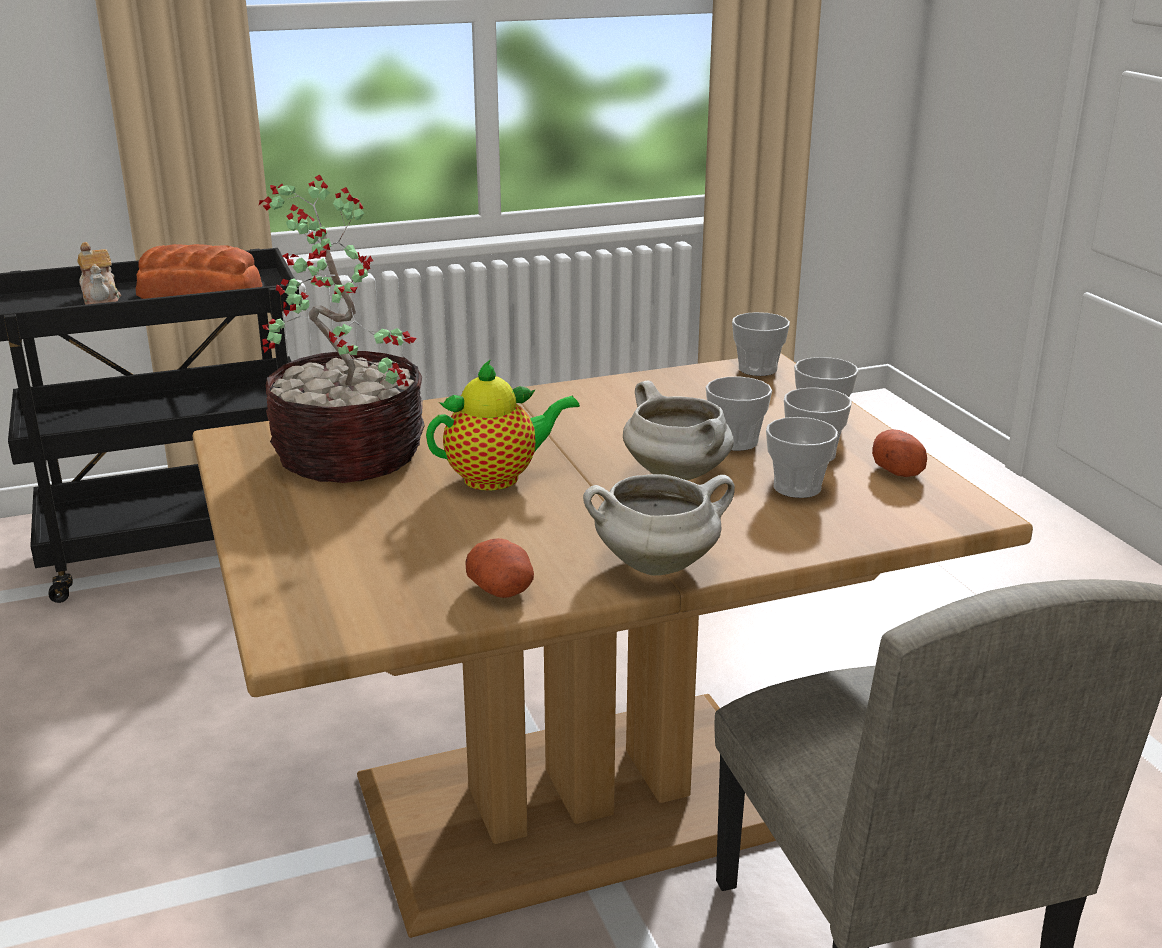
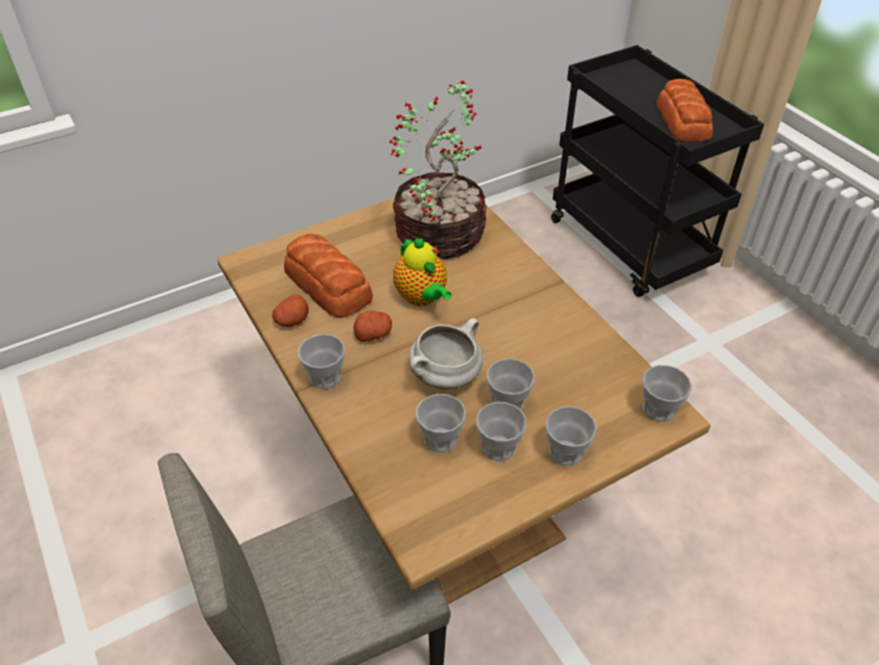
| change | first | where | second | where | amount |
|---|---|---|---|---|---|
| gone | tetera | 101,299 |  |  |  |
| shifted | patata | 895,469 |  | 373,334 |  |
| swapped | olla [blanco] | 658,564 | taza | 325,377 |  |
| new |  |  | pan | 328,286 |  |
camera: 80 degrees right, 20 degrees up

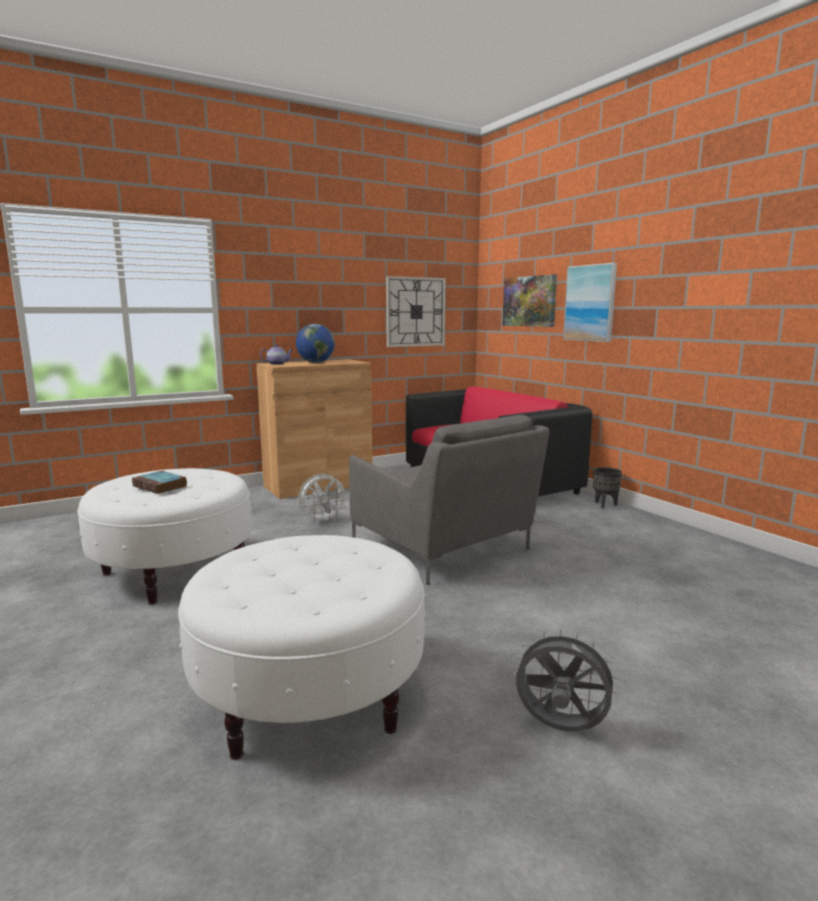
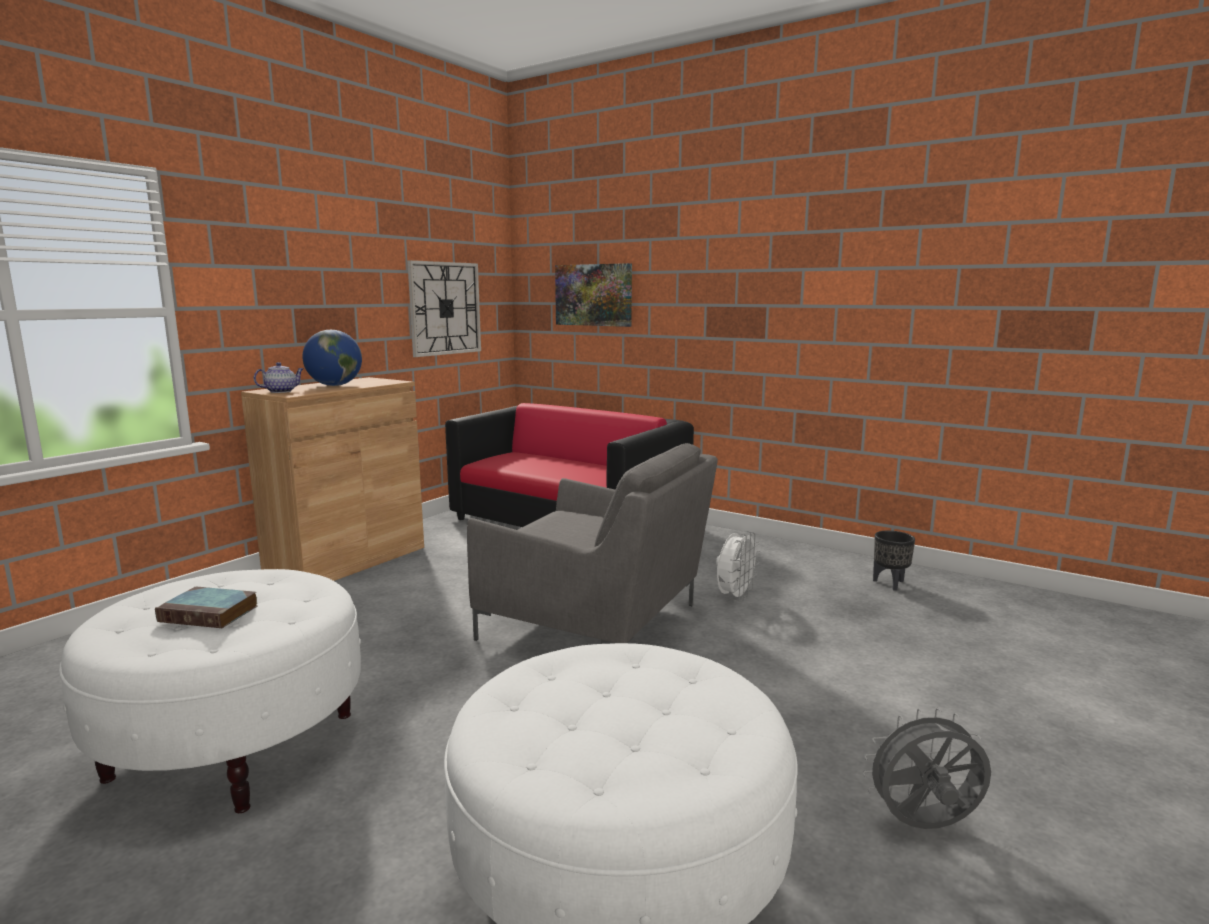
| change | first | where | second | where | amount |
|---|---|---|---|---|---|
| gone | cuadro | 590,303 |  |  |  |
| shifted | maceta [negro] | 605,505 |  | 890,584 |  |
| shifted | ventilador [blanco] | 323,521 |  | 735,597 |  |
camera: 25 degrees left, 0 degrees up

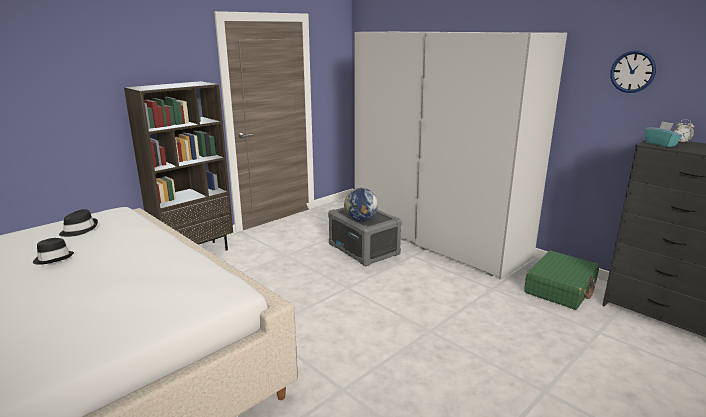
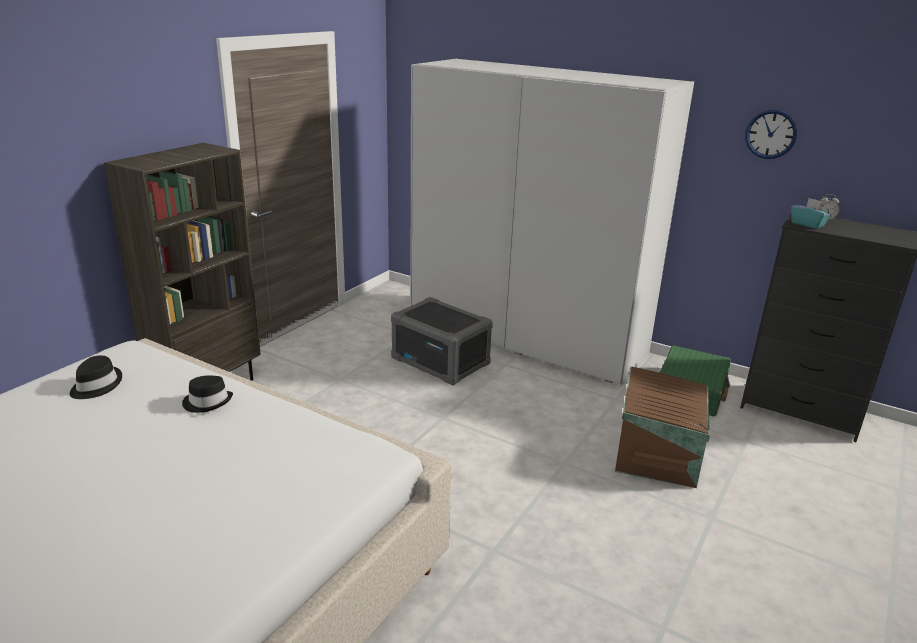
| change | first | where | second | where | amount |
|---|---|---|---|---|---|
| gone | globo terráqueo | 360,220 |  |  |  |
| shifted | sombrero [negro] | 53,258 |  | 207,402 |  |
| new |  |  | caja de almacenaje [marrón] | 658,453 |  |
camera: 15 degrees left, 5 degrees up

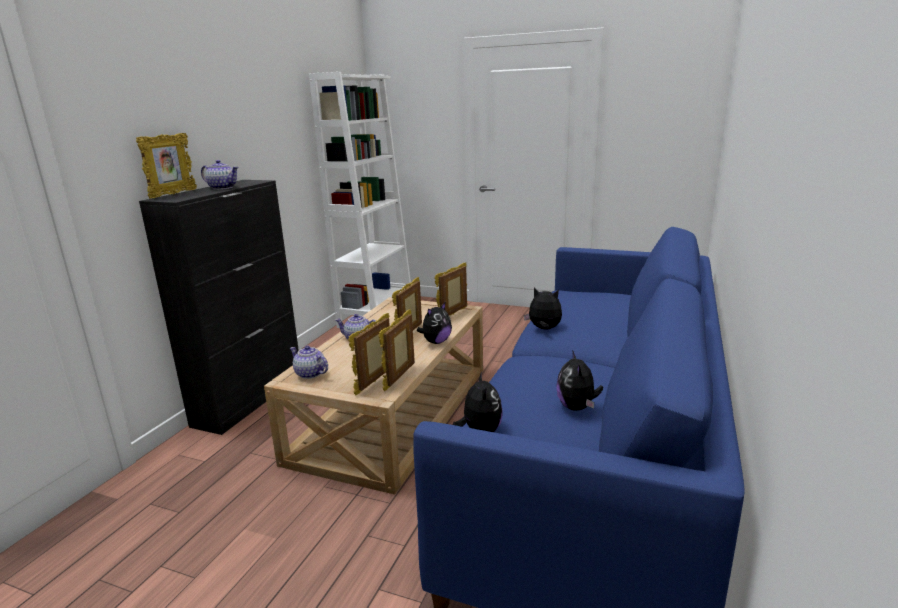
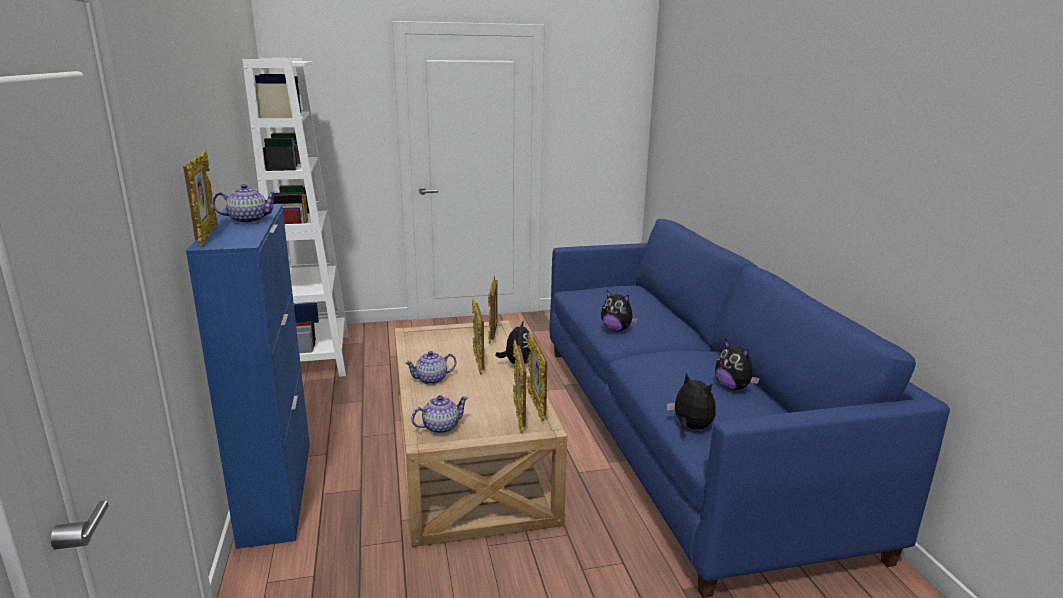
| change | first | where | second | where | amount |
|---|---|---|---|---|---|
| repainted | armario [negro] | 250,398 | armario [azul] | 277,490 |  |
| rotated | peluche | 544,329 |  | 616,329 | 135 degrees counterclockwise |
| rotated | tetera | 310,374 |  | 440,427 | 150 degrees clockwise |
camera: 35 degrees left, 0 degrees up

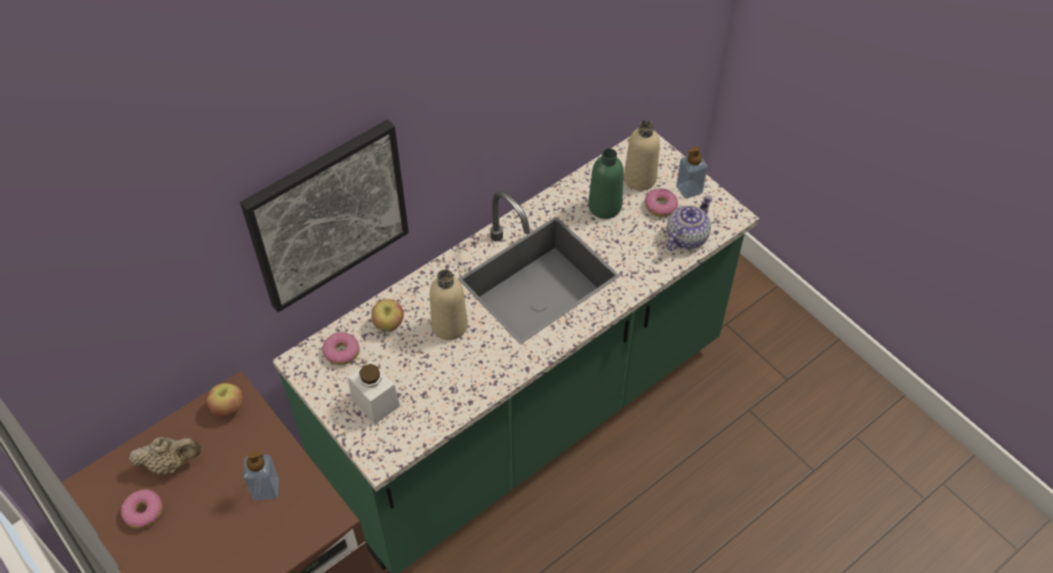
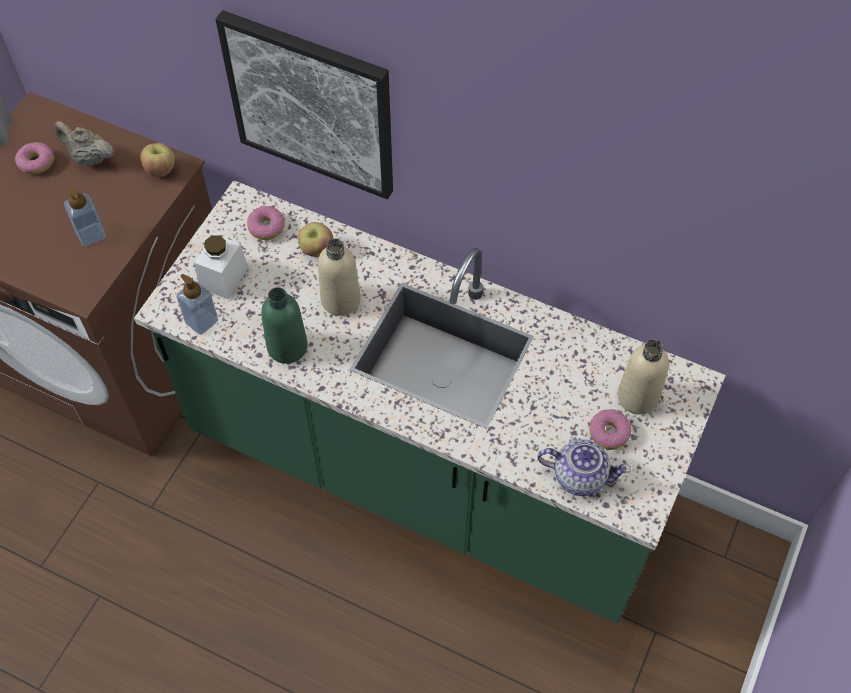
| change | first | where | second | where | amount |
|---|---|---|---|---|---|
| shifted | dispensador de jabón | 689,189 |  | 201,321 |  |
| shifted | botella [verde] | 604,206 |  | 287,347 |  |
| rotated | tetera [beis] | 171,463 |  | 89,158 | 150 degrees clockwise |
camera: 65 degrees right, 5 degrees up

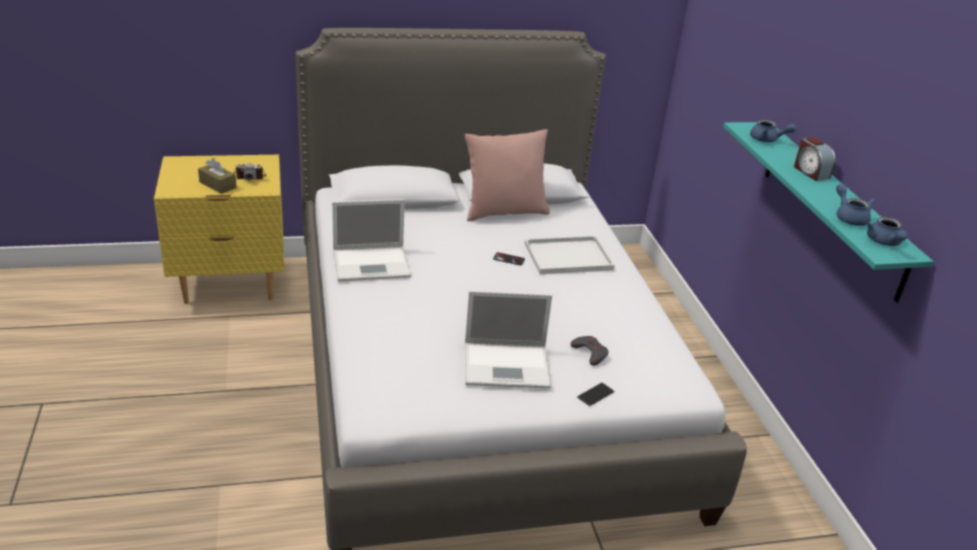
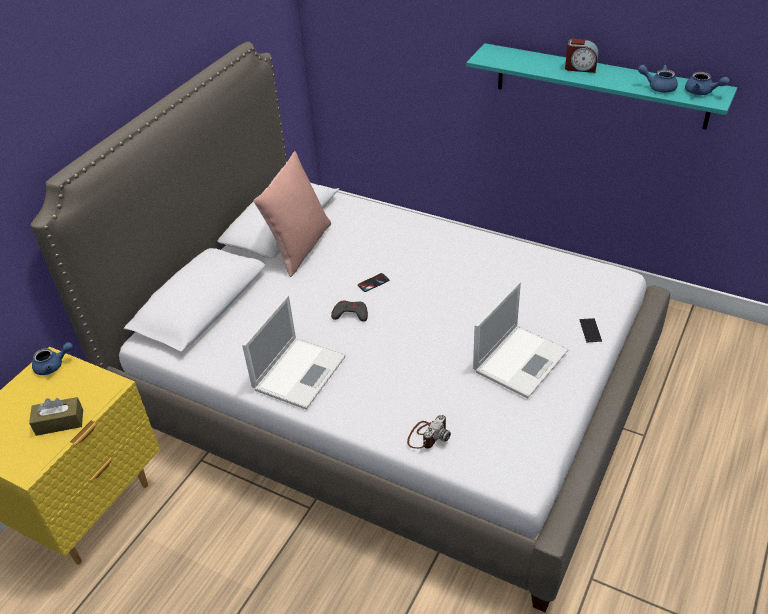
| change | first | where | second | where | amount |
|---|---|---|---|---|---|
| shifted | tetera [azul] | 767,140 |  | 53,366 |  |
| shifted | cámara | 249,176 |  | 427,435 |  |
| gone | bandeja [blanco] | 569,256 |  |  |  |
| shifted | mando de consola [gris] | 590,353 |  | 350,314 |  |
camera: 45 degrees left, 10 degrees up

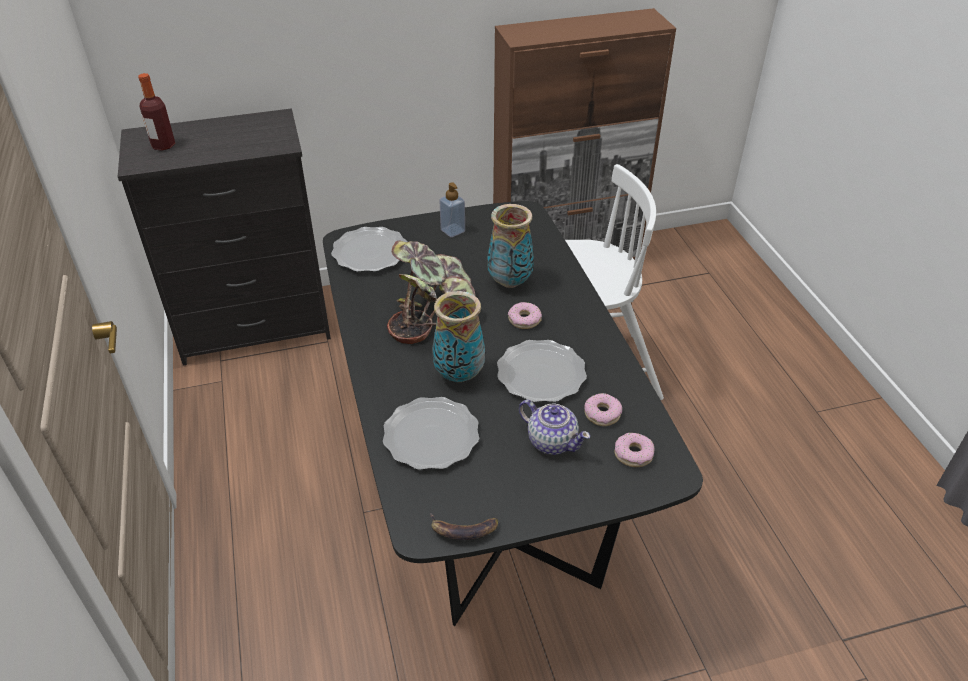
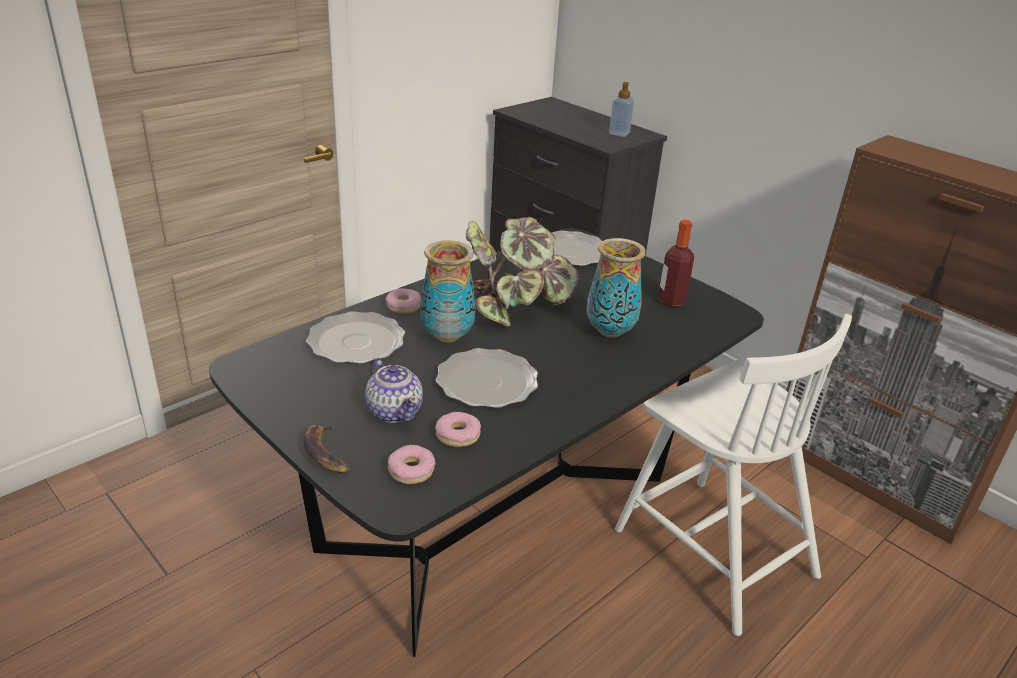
| change | first | where | second | where | amount |
|---|---|---|---|---|---|
| shifted | botella | 163,145 |  | 671,301 |  |
| shifted | dispensador de jabón | 453,231 |  | 619,133 |  |
| shifted | rosquilla | 524,320 |  | 403,306 |  |
| rotated | tetera | 552,441 |  | 394,411 | 45 degrees counterclockwise |
| shifted | plátano | 462,530 |  | 325,453 |  |
camera: 60 degrees right, 10 degrees down

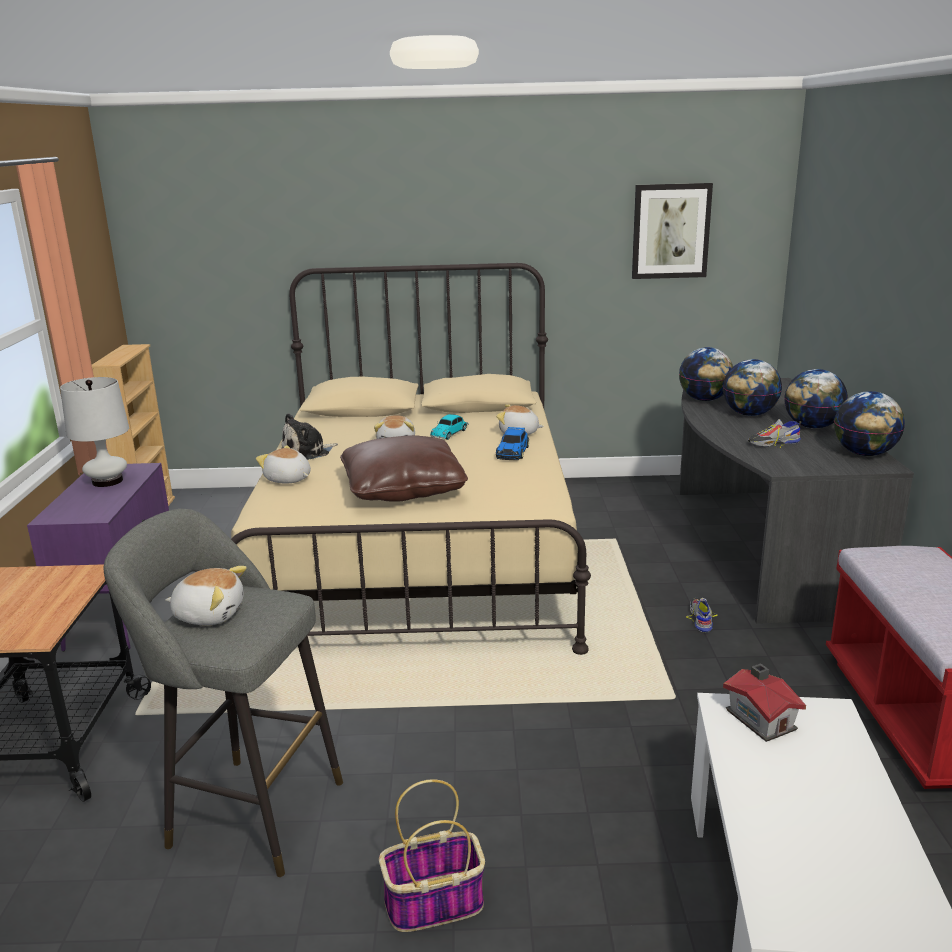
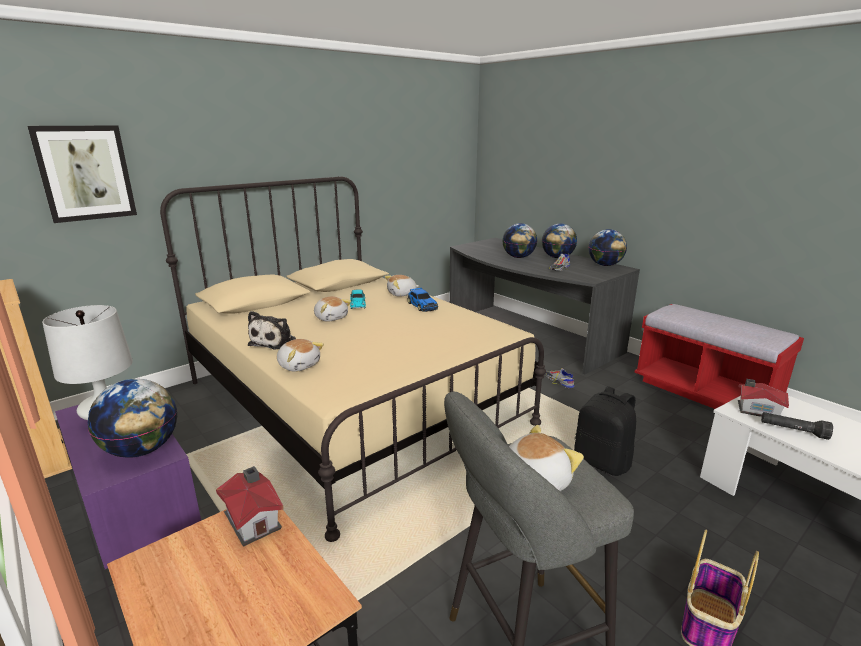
| change | first | where | second | where | amount |
|---|---|---|---|---|---|
| shifted | cuadro | 670,231 |  | 85,173 |  |
| shifted | globo terráqueo | 704,399 |  | 142,450 |  |
| gone | cojín [marrón] | 403,489 |  |  |  |
| rotated | peluche | 288,479 |  | 299,365 | 135 degrees counterclockwise |
| new |  |  | mochila [negro] | 602,462 |  |
| new |  |  | linterna [negro] | 793,431 |  |
| new |  |  | casita | 253,519 |  |
camera: 40 degrees left, 0 degrees up

